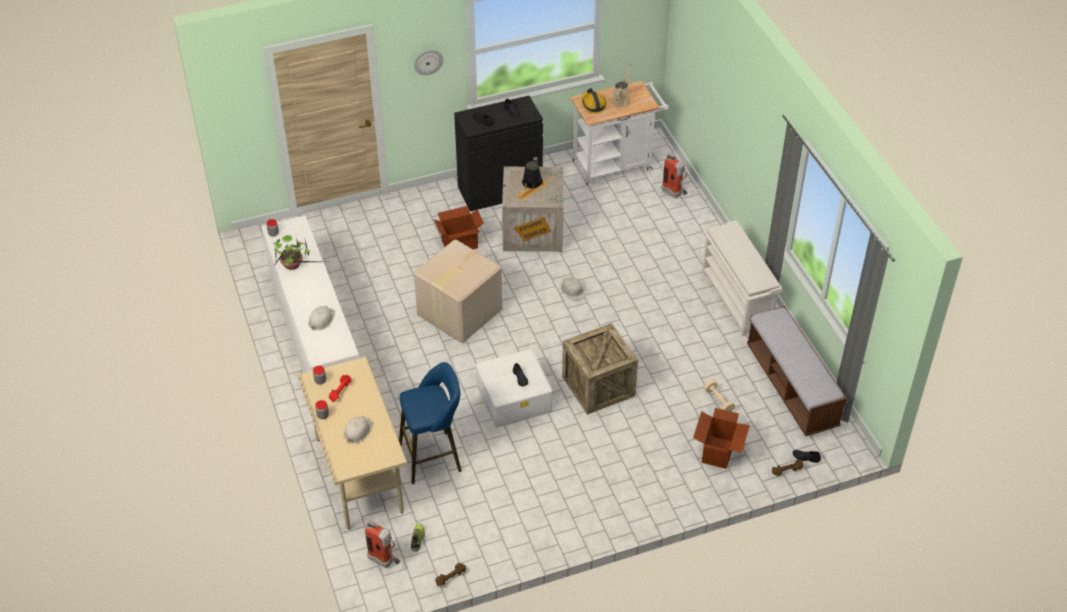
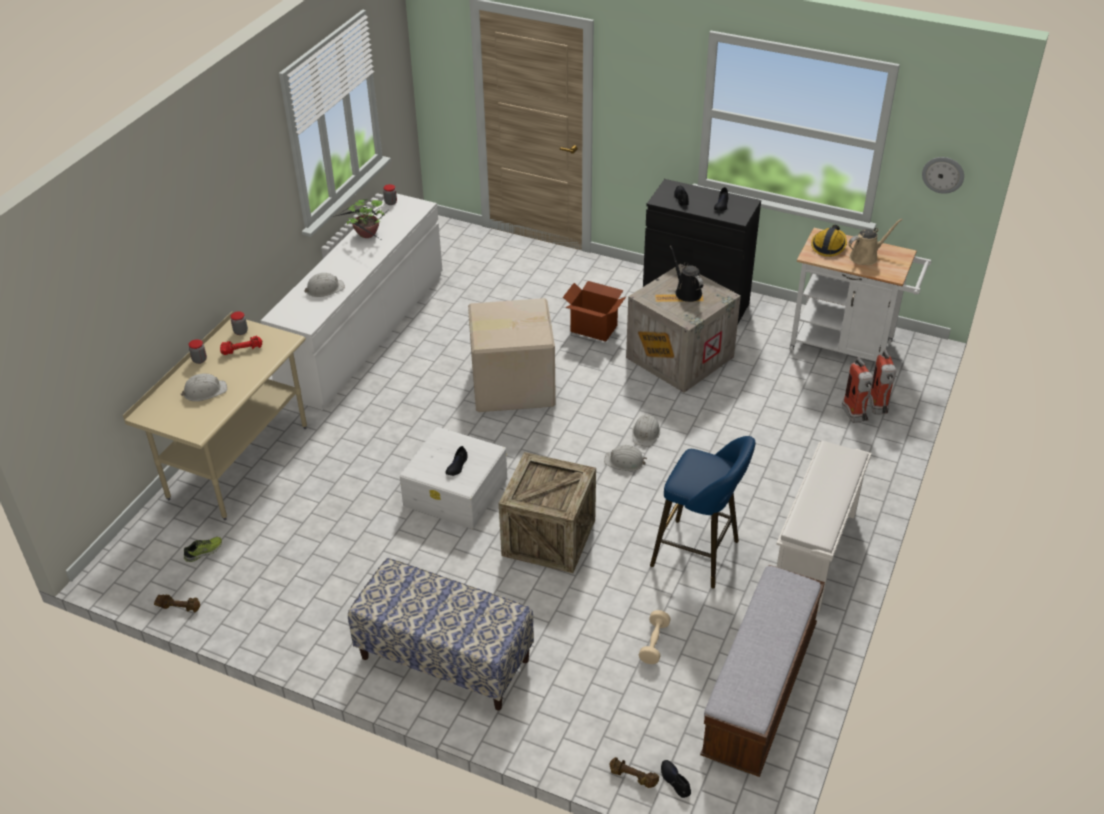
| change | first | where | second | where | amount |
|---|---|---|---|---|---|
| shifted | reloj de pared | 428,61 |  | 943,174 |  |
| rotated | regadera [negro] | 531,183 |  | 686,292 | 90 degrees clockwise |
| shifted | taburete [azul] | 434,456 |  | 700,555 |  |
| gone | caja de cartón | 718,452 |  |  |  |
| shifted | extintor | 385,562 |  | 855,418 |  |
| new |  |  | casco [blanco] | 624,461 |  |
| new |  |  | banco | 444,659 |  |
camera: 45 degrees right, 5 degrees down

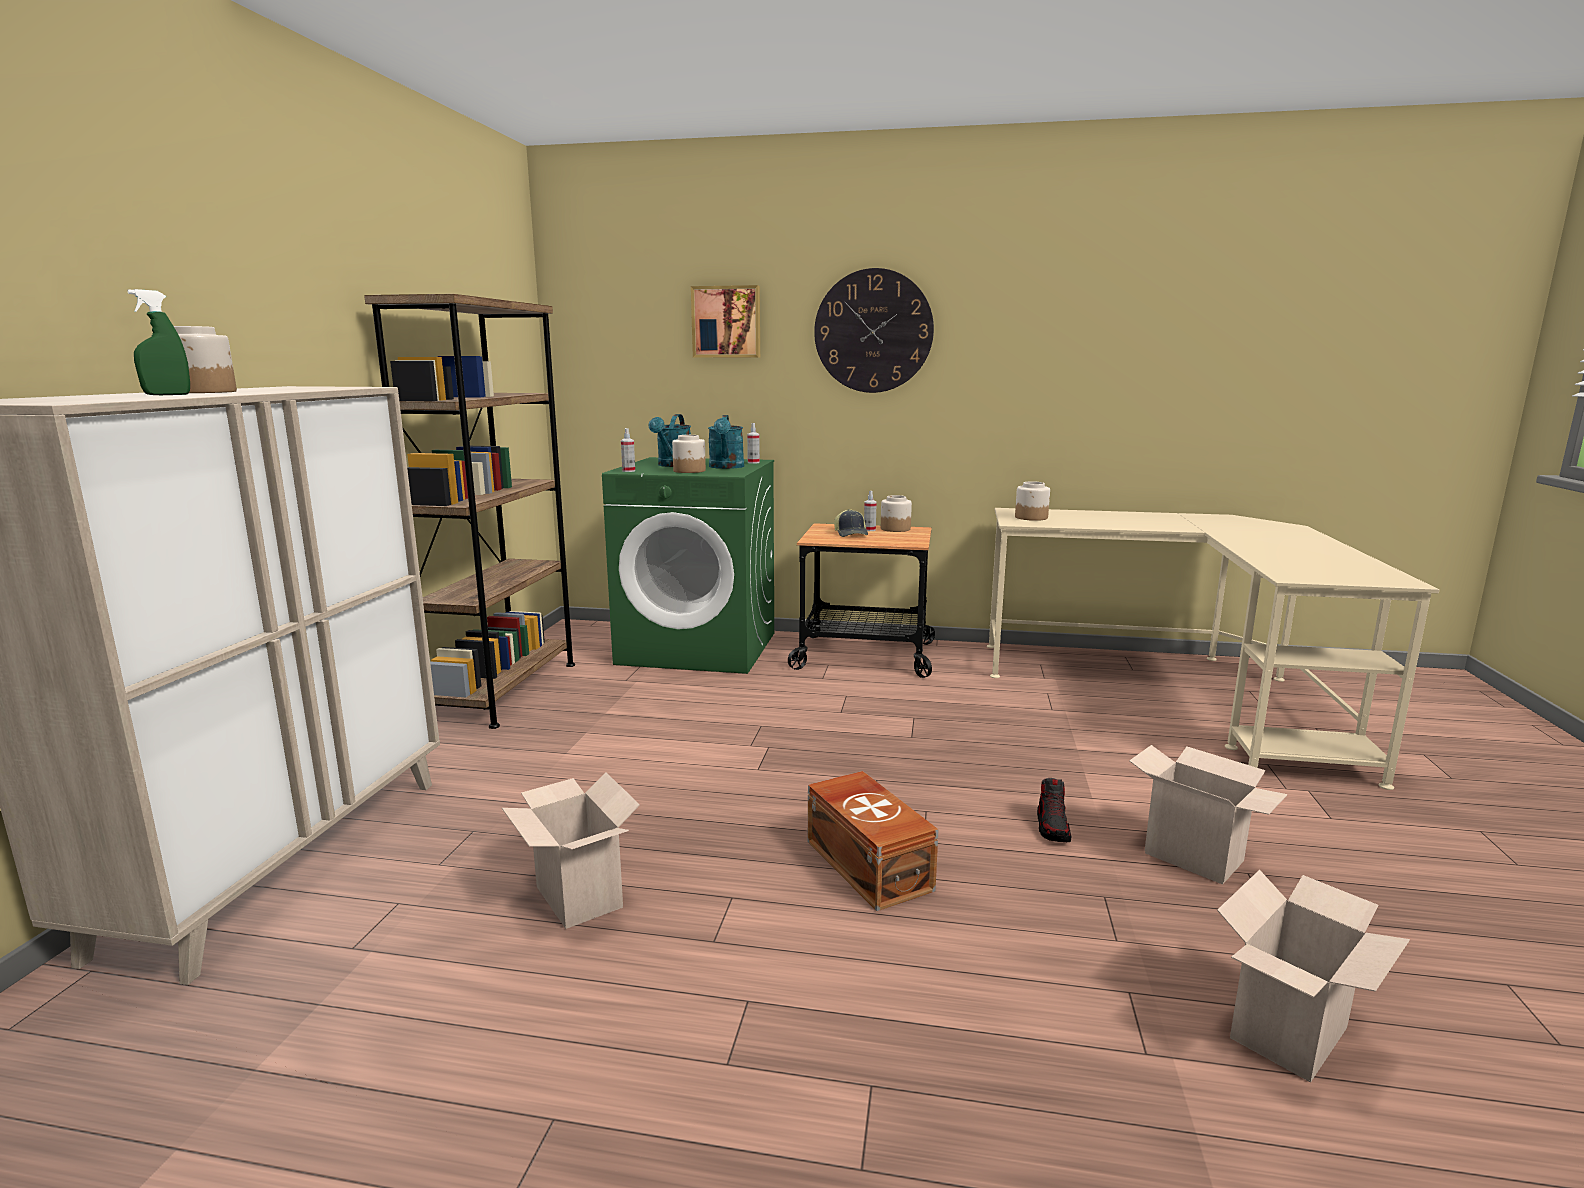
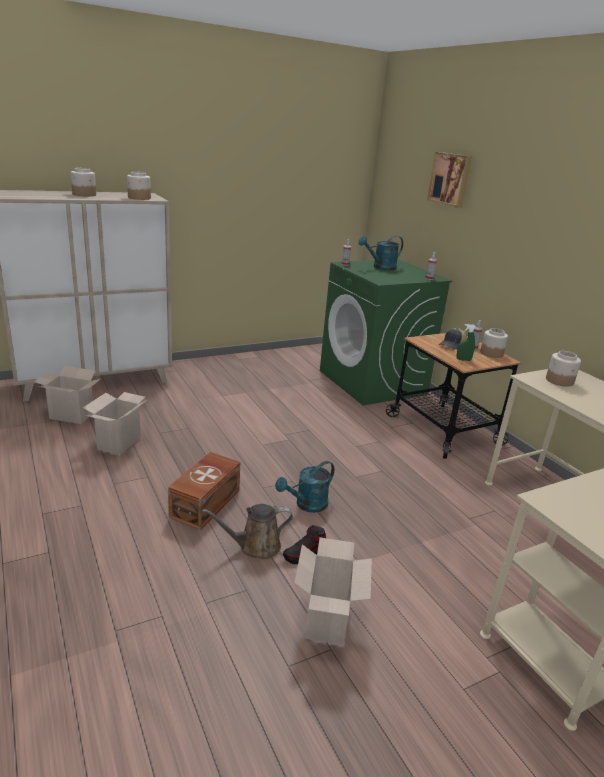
| change | first | where | second | where | amount |
|---|---|---|---|---|---|
| gone | reloj de pared | 873,331 |  |  |  |
| shifted | pulverizador [verde] | 167,395 |  | 463,360 |  |
| gone | estantería [marrón] | 504,691 |  |  |  |
| shifted | regadera [turquesa] | 726,467 |  | 307,505 |  |
| shifted | tarro | 689,471 |  | 139,198 |  |
| shifted | caja de cartón | 1291,1036 |  | 70,416 |  |
| new |  |  | regadera [marrón] | 255,546 |  |
camera: 50 degrees right, 10 degrees up

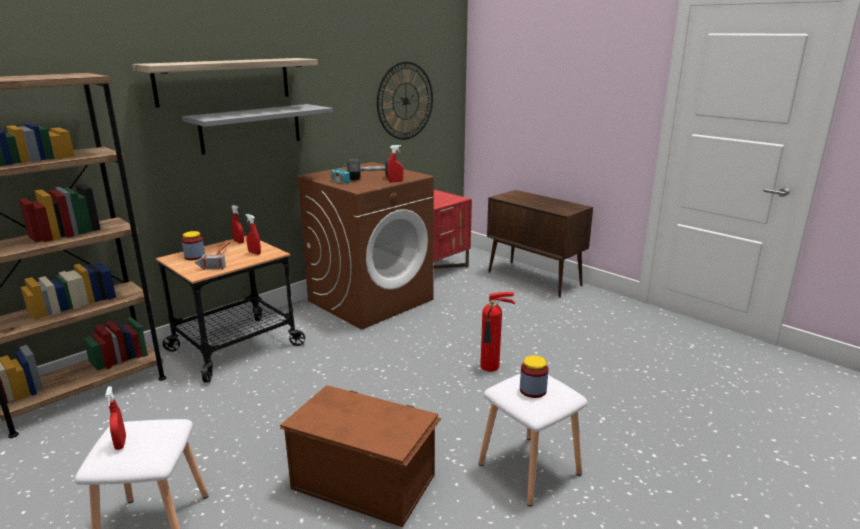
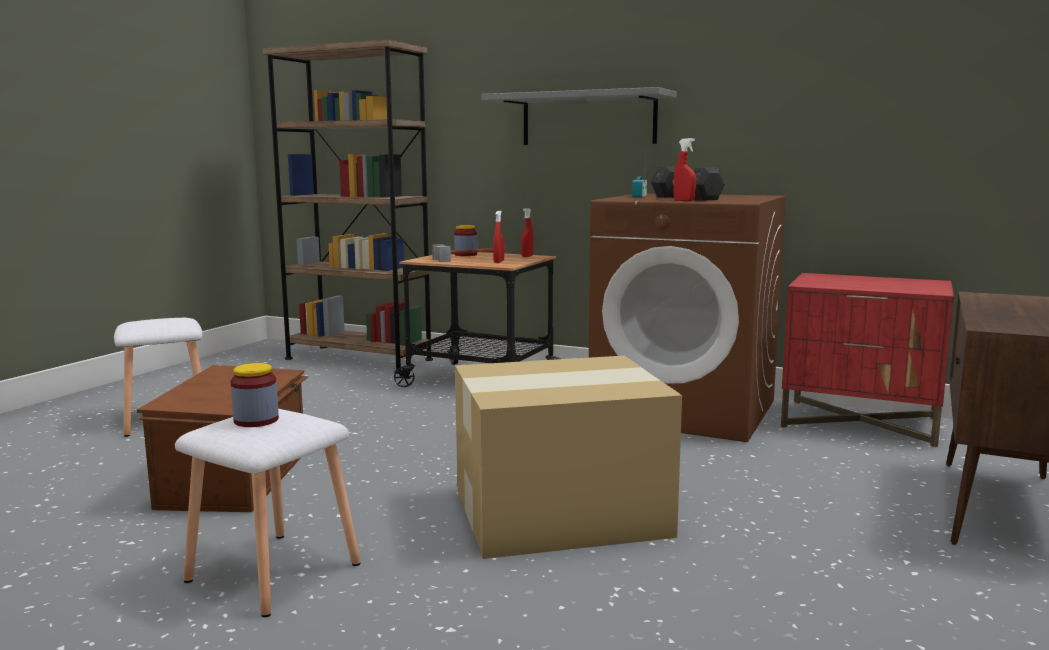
| change | first | where | second | where | amount |
|---|---|---|---|---|---|
| gone | estante | 224,81 |  |  |  |
| gone | reloj de pared | 405,101 |  |  |  |
| swapped | extintor | 491,367 | caja de cartón | 556,512 |  |
| gone | pulverizador [rojo] | 120,443 |  |  |  |
camera: 70 degrees right, 10 degrees down

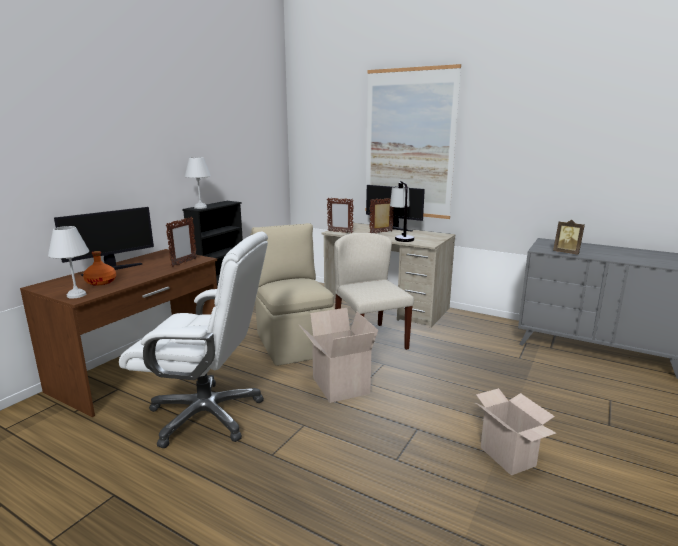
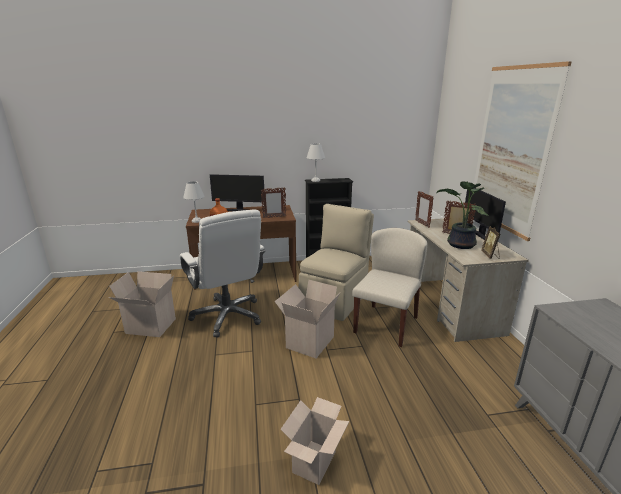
| change | first | where | second | where | amount |
|---|---|---|---|---|---|
| swapped | lámpara de mesa | 401,237 | planta en maceta | 459,245 |  |
| shifted | portarretratos | 567,253 |  | 490,255 |  |
| new |  |  | caja de cartón | 149,327 |  |
camera: 50 degrees right, 5 degrees up

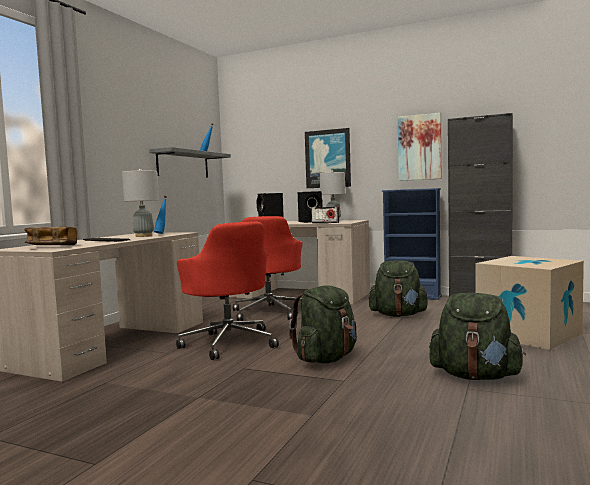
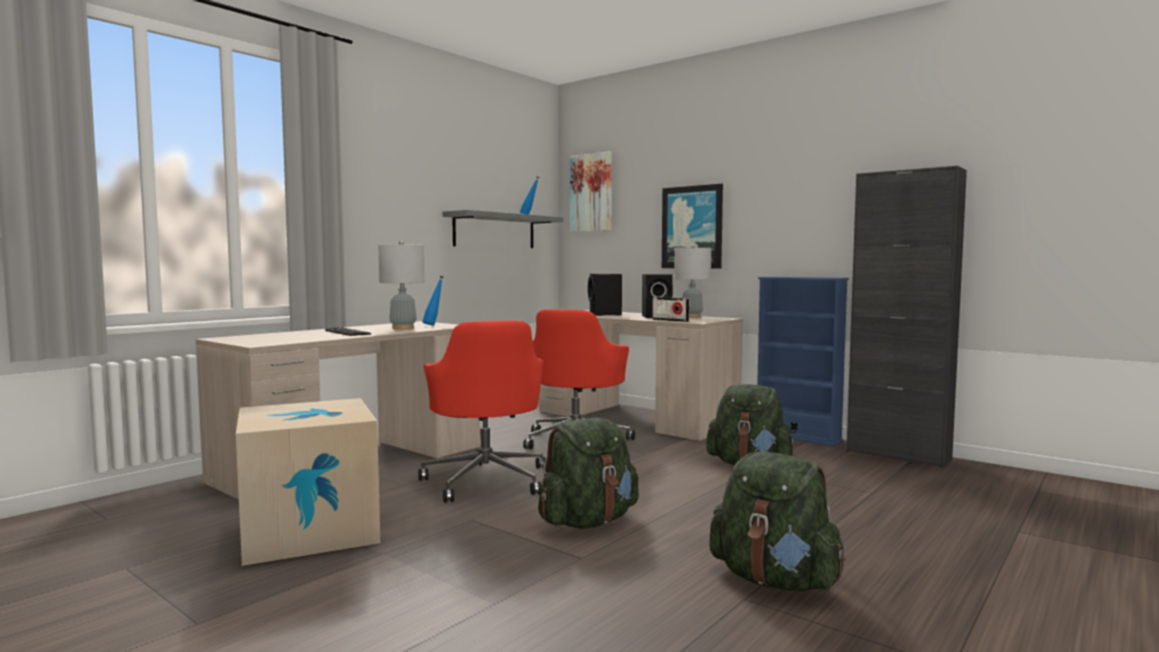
| change | first | where | second | where | amount |
|---|---|---|---|---|---|
| shifted | cuadro | 419,147 |  | 591,193 |  |
| gone | libro | 52,247 |  |  |  |
| shifted | caja de cartón | 528,334 |  | 309,531 |  |
camera: 15 degrees right, 0 degrees up

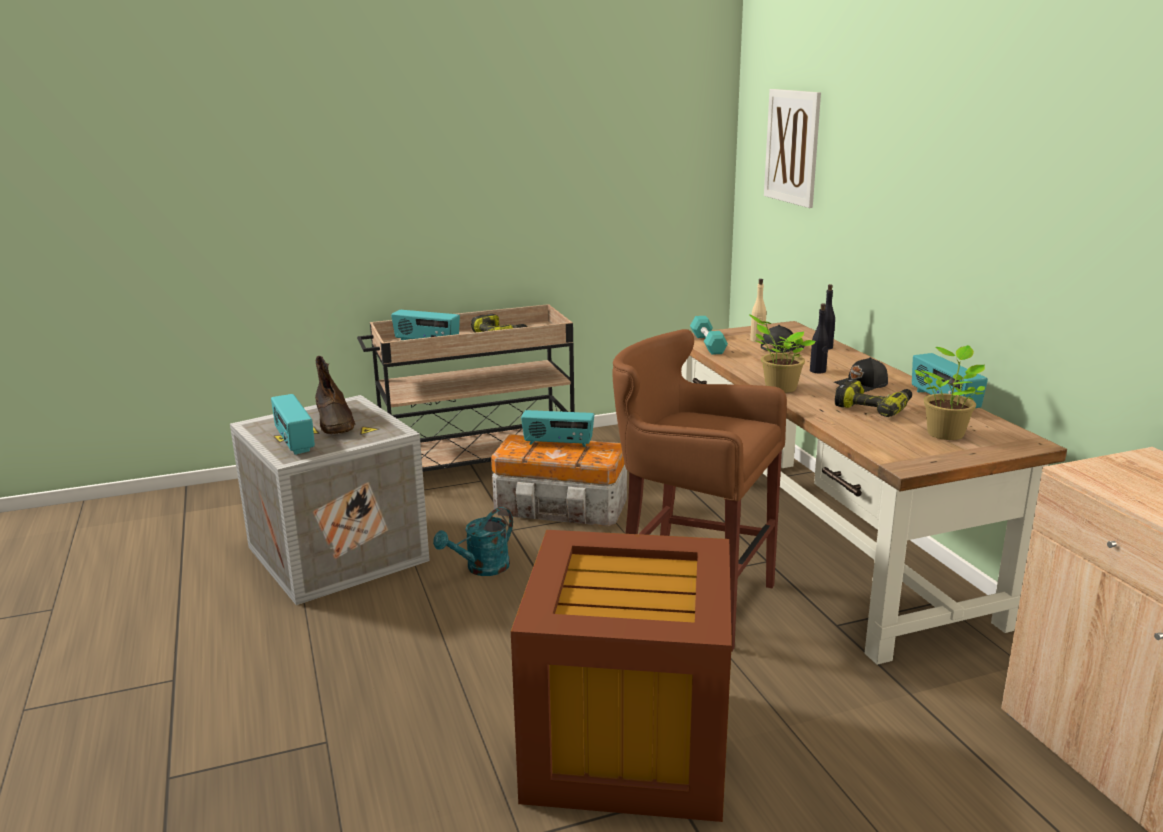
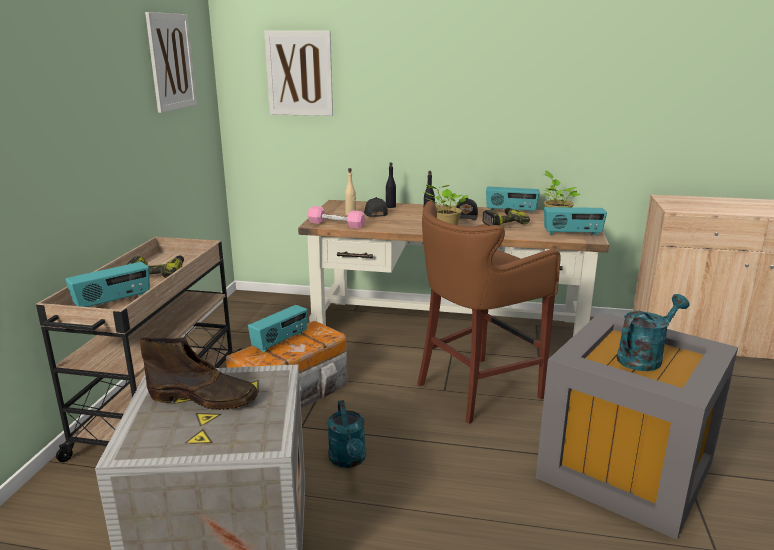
| change | first | where | second | where | amount |
|---|---|---|---|---|---|
| repainted | mancuerna [turquesa] | 708,344 | mancuerna [rosa] | 336,224 |  |
| shifted | radio | 294,442 |  | 572,234 |  |
| repainted | caja de almacenaje [marrón] | 625,741 | caja de almacenaje [gris] | 622,470 |  |
| new |  |  | cuadro | 171,62 |  |
| new |  |  | regadera [turquesa] | 644,357 |  |
camera: 60 degrees left, 0 degrees up

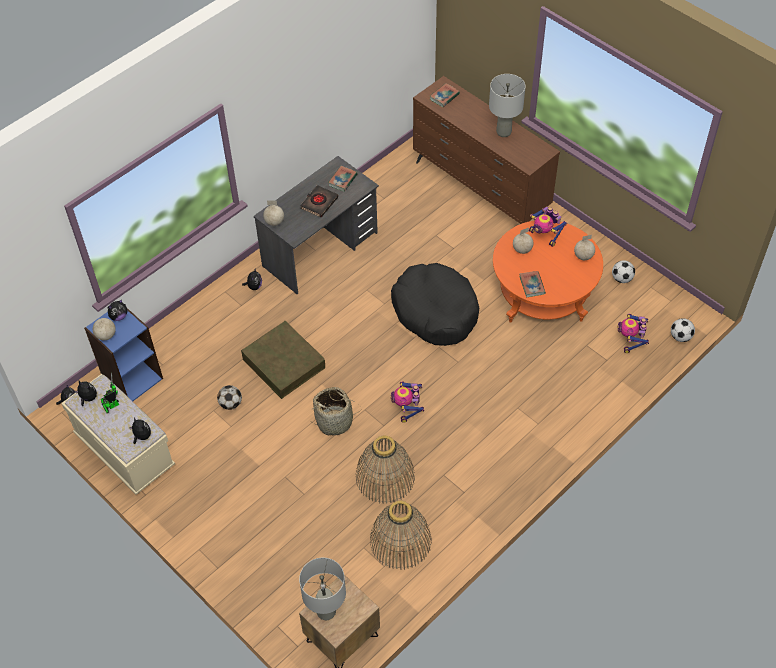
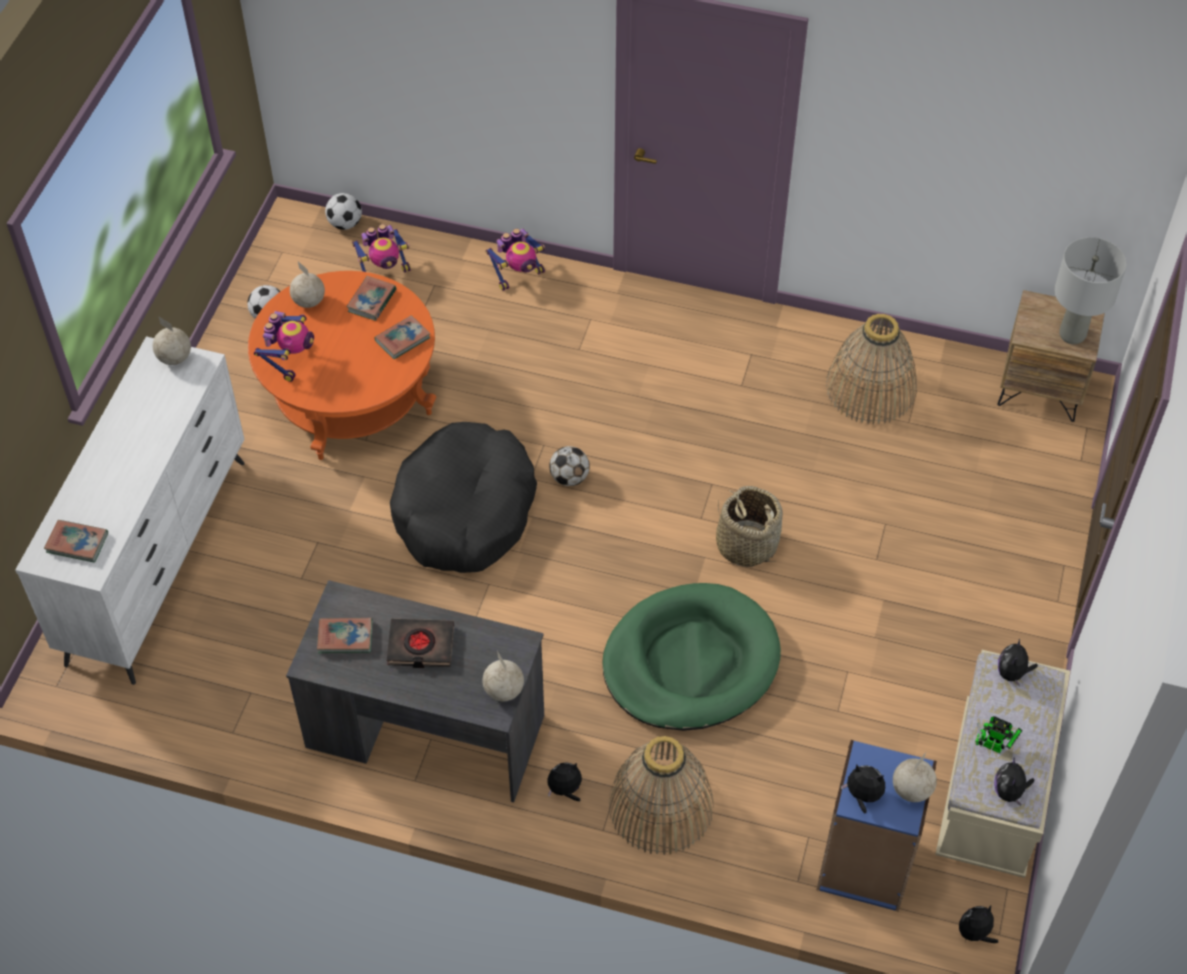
| change | first | where | second | where | amount |
|---|---|---|---|---|---|
| gone | lámpara de mesa [gris] | 503,132 |  |  |  |
| repainted | cómoda [marrón] | 480,189 | cómoda [blanco] | 159,560 |  |
| shifted | globo terráqueo | 522,250 |  | 175,358 |  |
| swapped | caja de almacenaje [marrón] | 284,363 | cama para perro [verde] | 690,662 |  |
| shifted | robot de juguete | 407,409 |  | 518,275 |  |
| shifted | balón de fútbol | 230,404 |  | 569,478 |  |
| shifted | cesta | 385,477 |  | 661,807 |  |
| new |  |  | libro | 372,301 |  |
camera: 120 degrees left, 0 degrees up

